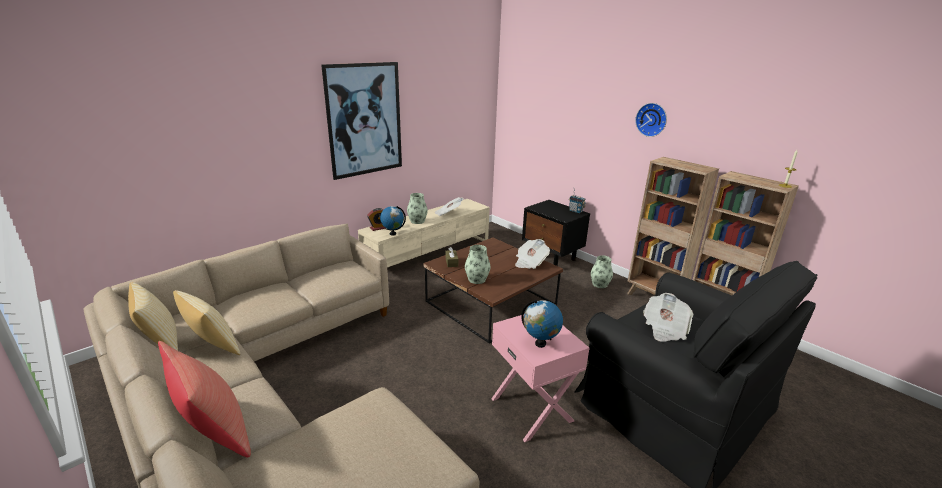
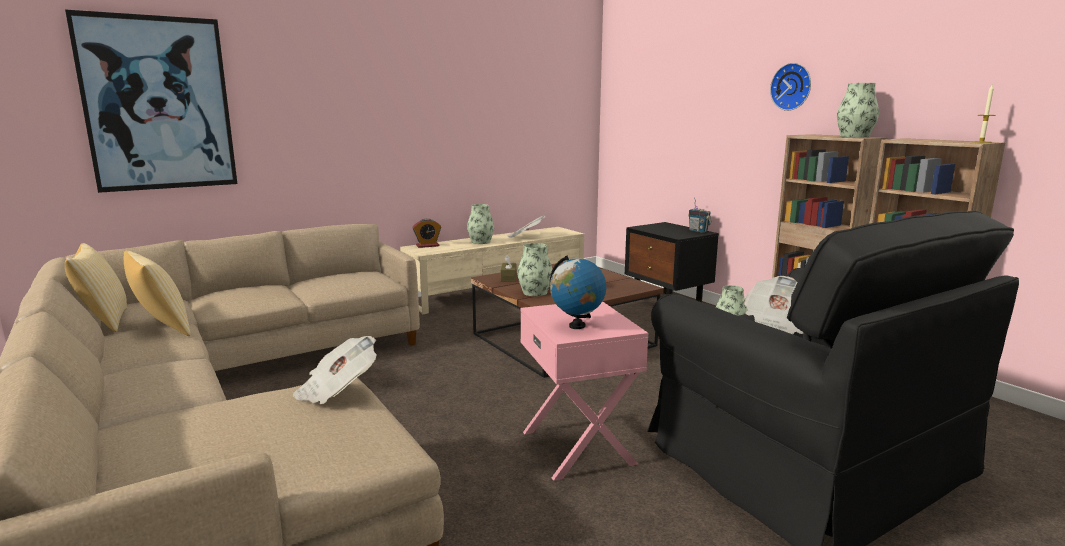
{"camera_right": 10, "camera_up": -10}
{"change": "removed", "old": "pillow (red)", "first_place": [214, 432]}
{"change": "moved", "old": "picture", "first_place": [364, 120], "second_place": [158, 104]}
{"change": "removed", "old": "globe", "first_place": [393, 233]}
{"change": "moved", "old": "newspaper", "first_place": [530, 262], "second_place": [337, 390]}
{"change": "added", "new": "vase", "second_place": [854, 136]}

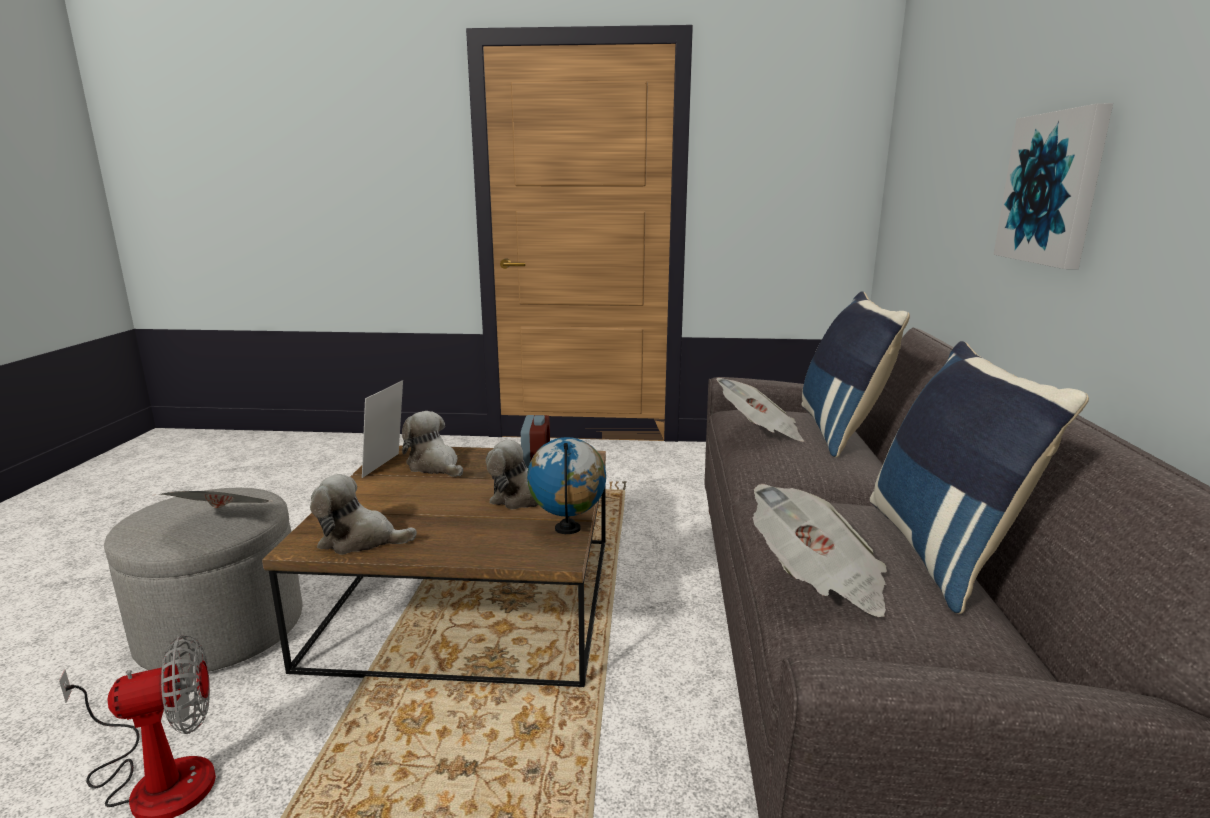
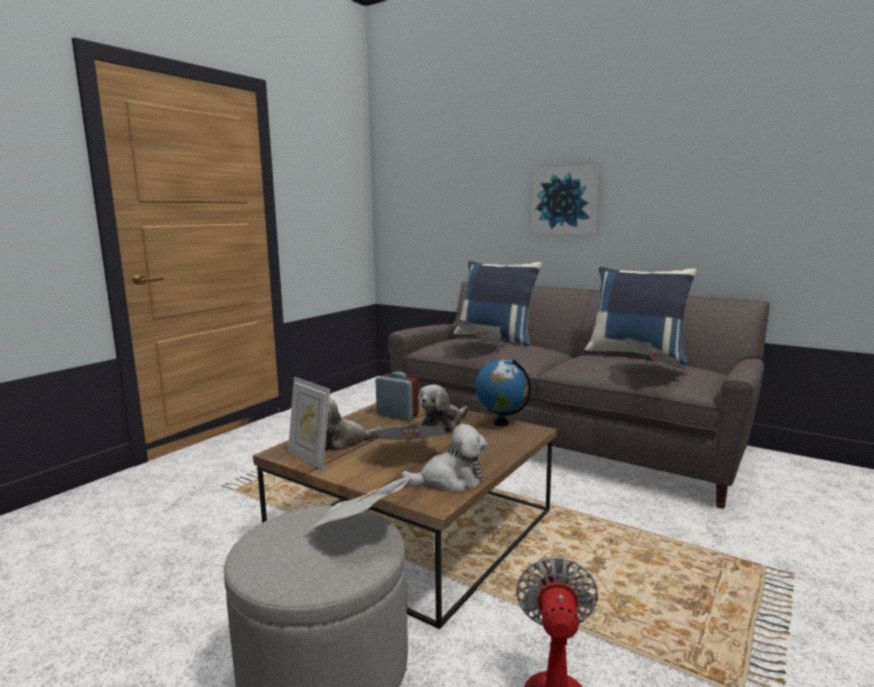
{"camera_right": -60, "camera_up": -5}
{"change": "turned", "old": "plush toy", "first_place": [360, 540], "second_place": [450, 480], "degrees": -135}
{"change": "added", "new": "newspaper", "second_place": [409, 454]}

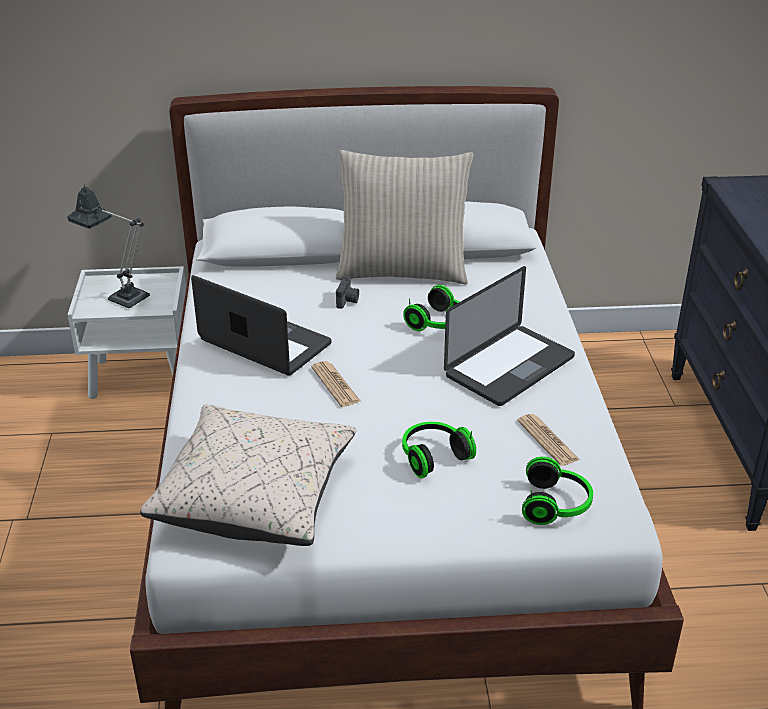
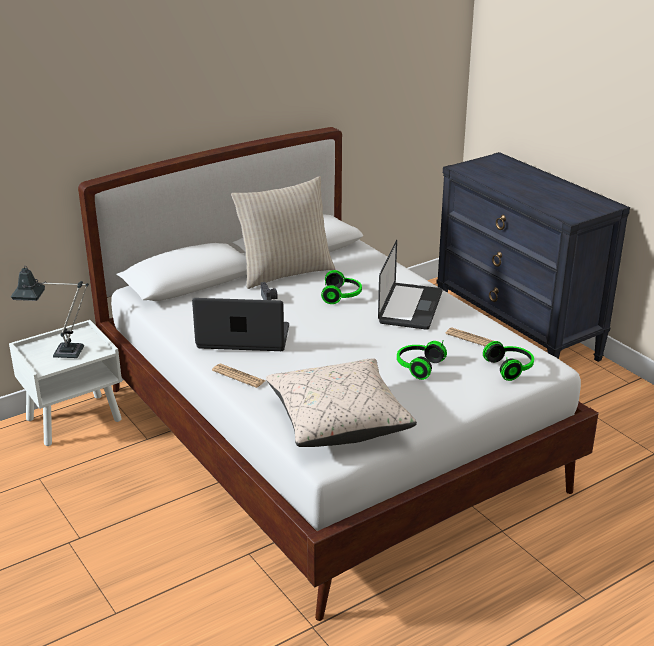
{"camera_right": -30, "camera_up": -5}
{"change": "moved", "old": "newspaper", "first_place": [335, 385], "second_place": [238, 376]}

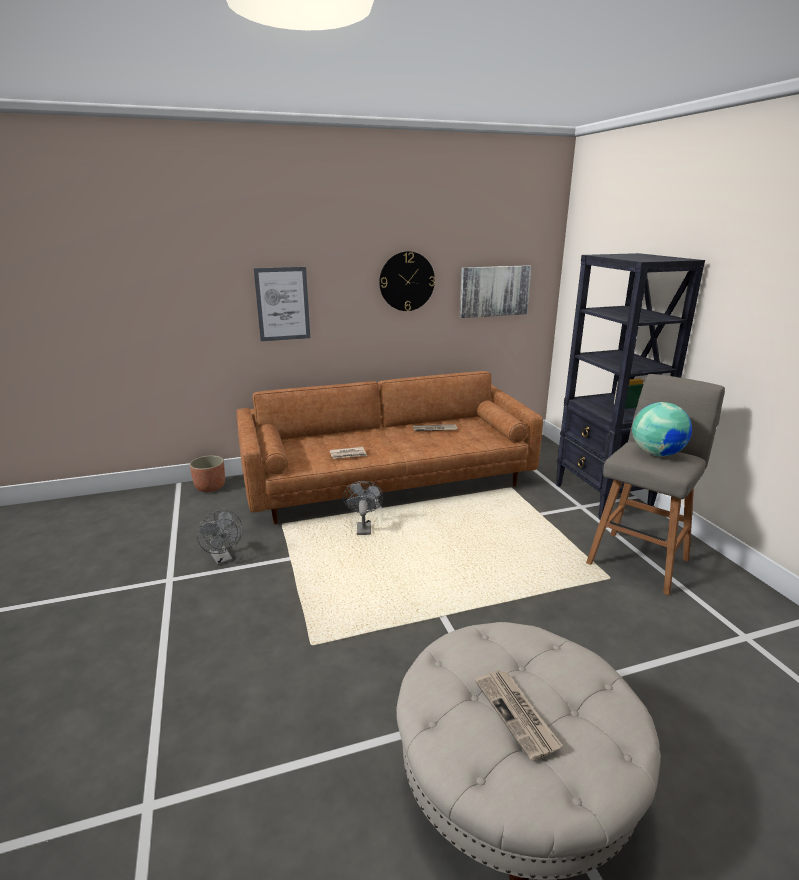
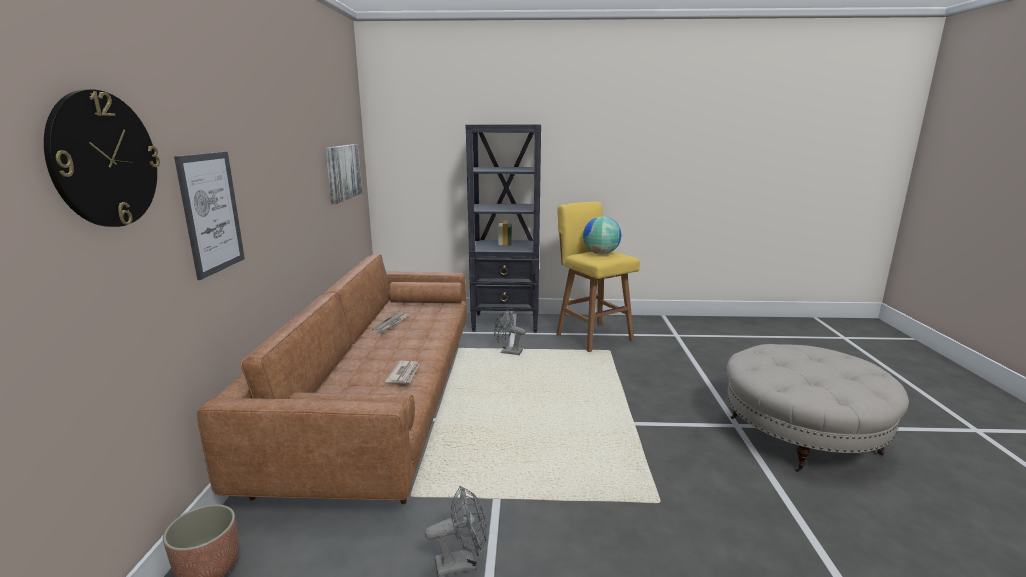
{"camera_right": -70, "camera_up": -5}
{"change": "moved", "old": "fan (grey)", "first_place": [363, 527], "second_place": [507, 352]}
{"change": "moved", "old": "wall clock", "first_place": [407, 281], "second_place": [104, 160]}
{"change": "removed", "old": "newspaper", "first_place": [517, 714]}
{"change": "recoloured", "old": "stool (grey)", "new": "stool (yellow)", "first_place": [639, 560], "second_place": [592, 336]}

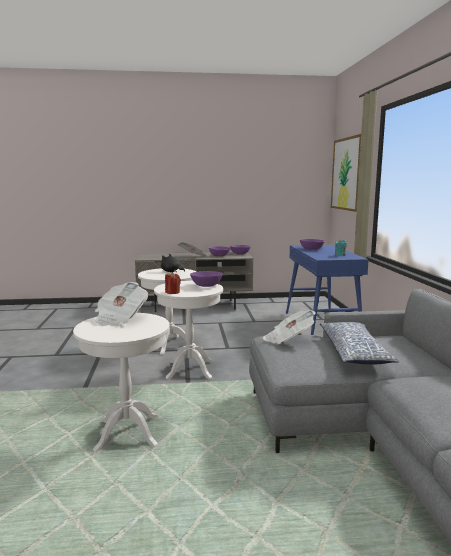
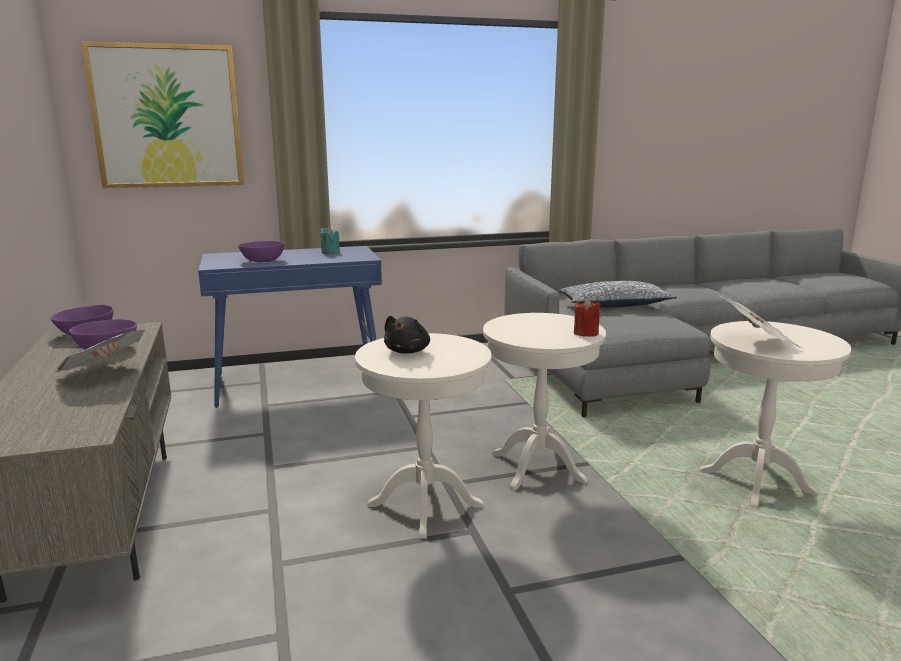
{"camera_right": -100, "camera_up": 5}
{"change": "removed", "old": "bowl (purple)", "first_place": [206, 285]}
{"change": "removed", "old": "newspaper", "first_place": [288, 340]}

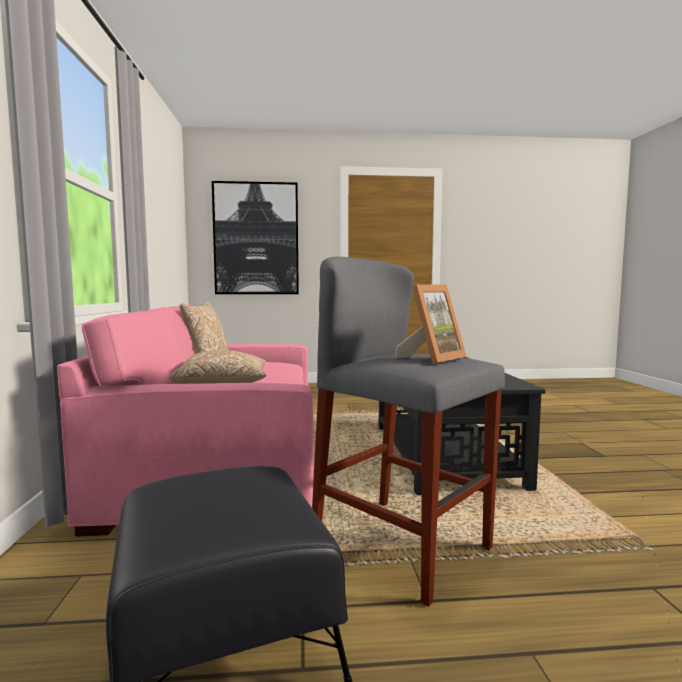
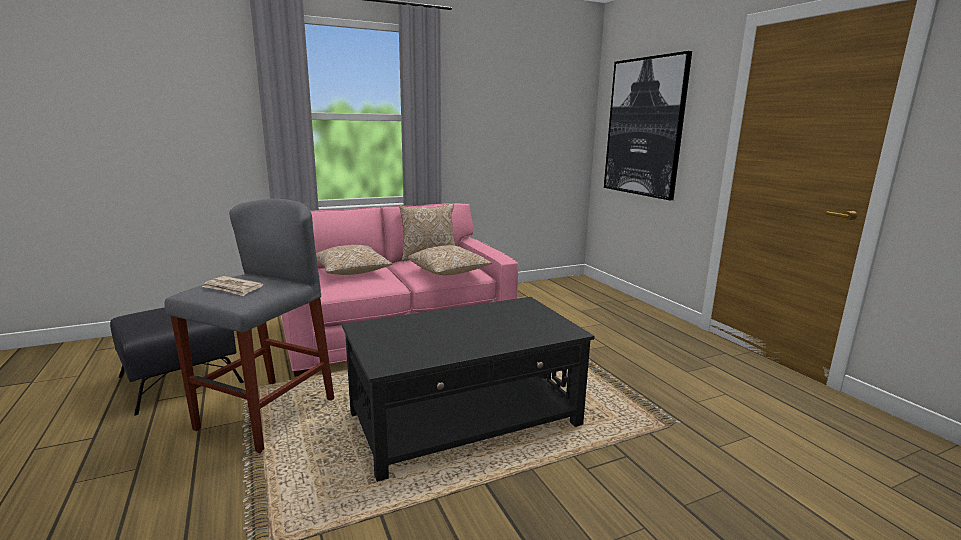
{"camera_right": 70, "camera_up": 10}
{"change": "replaced", "old": "picture frame", "new": "newspaper", "first_place": [432, 358], "second_place": [233, 288]}
{"change": "added", "new": "pillow", "second_place": [448, 272]}

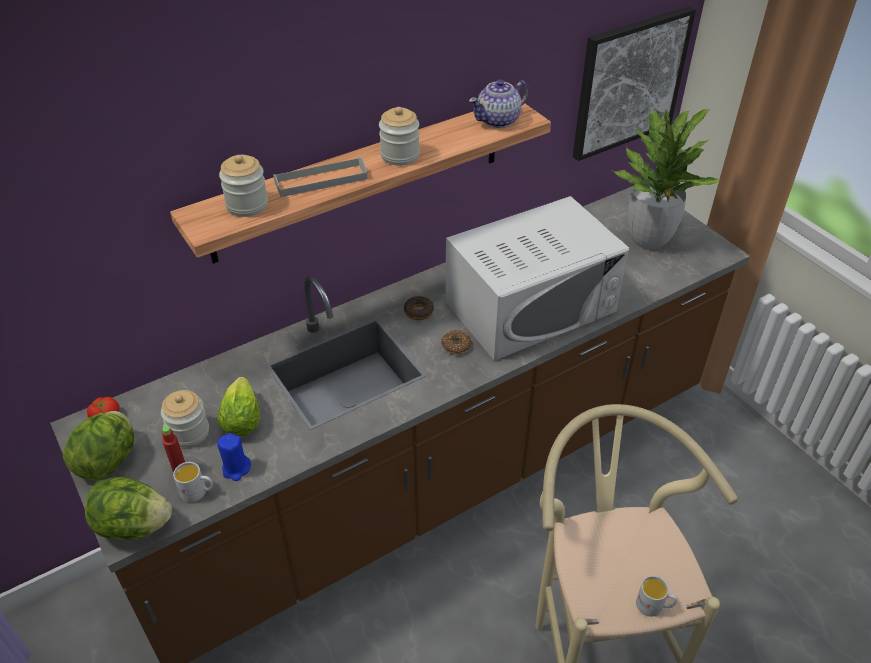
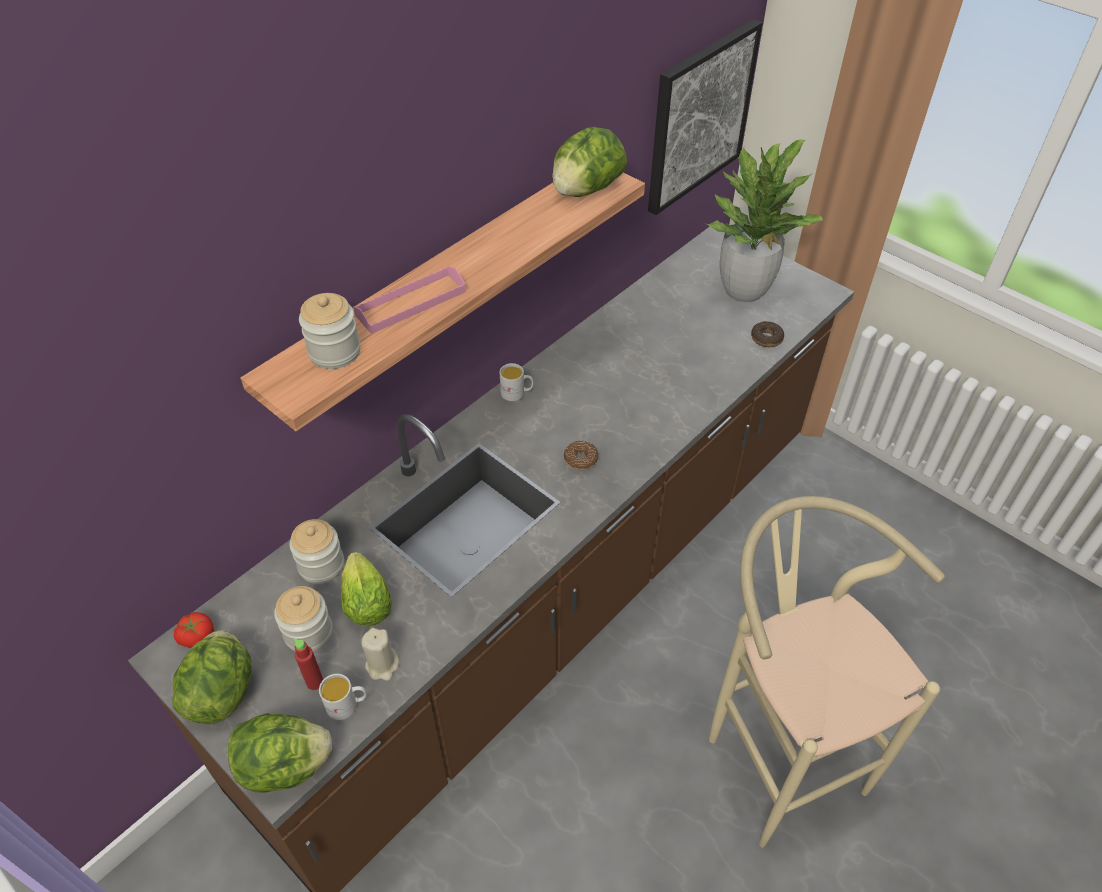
{"camera_right": -15, "camera_up": 5}
{"change": "recoloured", "old": "candle (blue)", "new": "candle (beige)", "first_place": [236, 469], "second_place": [382, 665]}
{"change": "recoloured", "old": "tray (grey)", "new": "tray (pink)", "first_place": [321, 180], "second_place": [411, 303]}
{"change": "moved", "old": "jar", "first_place": [400, 155], "second_place": [321, 565]}
{"change": "moved", "old": "donut", "first_place": [418, 312], "second_place": [766, 338]}
{"change": "removed", "old": "microwave (white)", "first_place": [531, 306]}
{"change": "replaced", "old": "teapot", "new": "lettuce", "first_place": [498, 120], "second_place": [586, 190]}
{"change": "moved", "old": "mug (white)", "first_place": [654, 606], "second_place": [517, 393]}

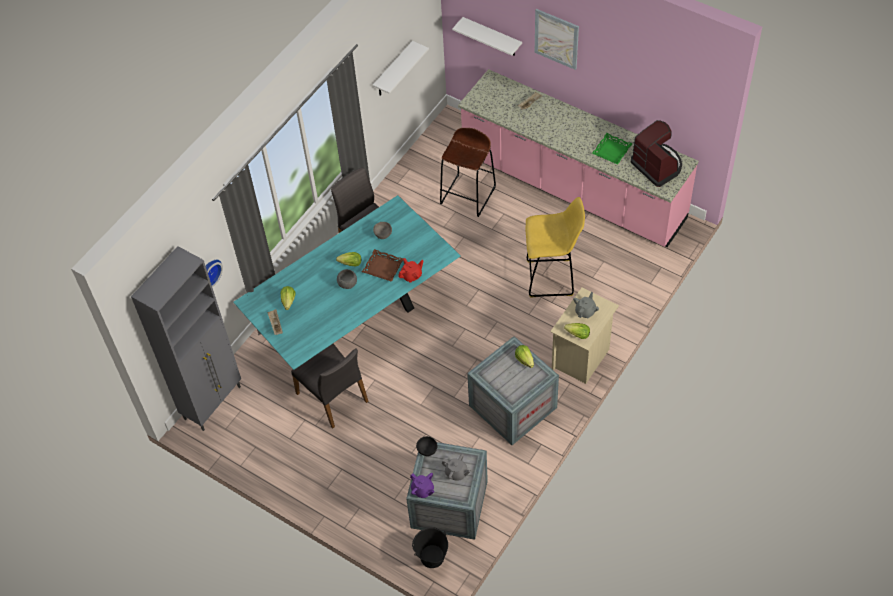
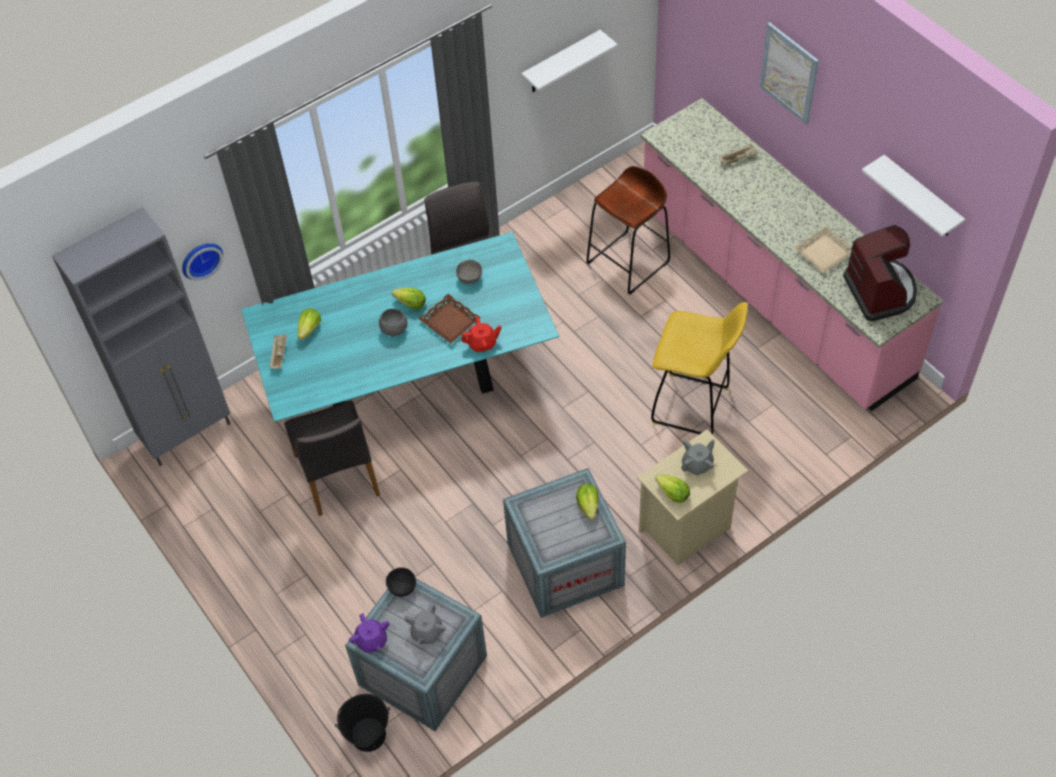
{"camera_right": 20, "camera_up": 0}
{"change": "turned", "old": "teapot (grey)", "first_place": [456, 473], "second_place": [426, 632], "degrees": 60}
{"change": "moved", "old": "shelf (white)", "first_place": [492, 37], "second_place": [920, 198]}
{"change": "recoloured", "old": "tray (green)", "new": "tray (beige)", "first_place": [611, 151], "second_place": [823, 252]}

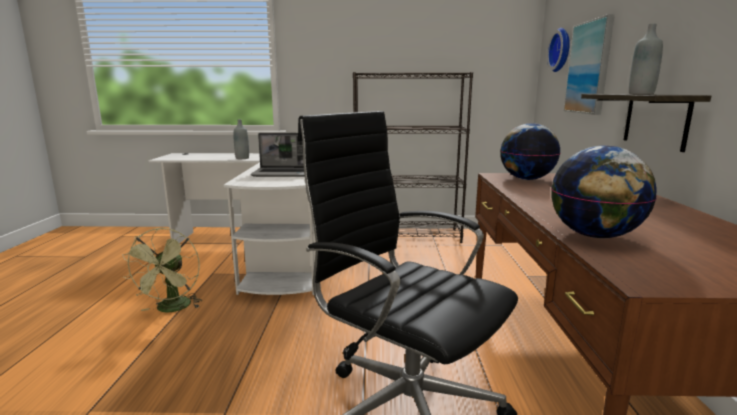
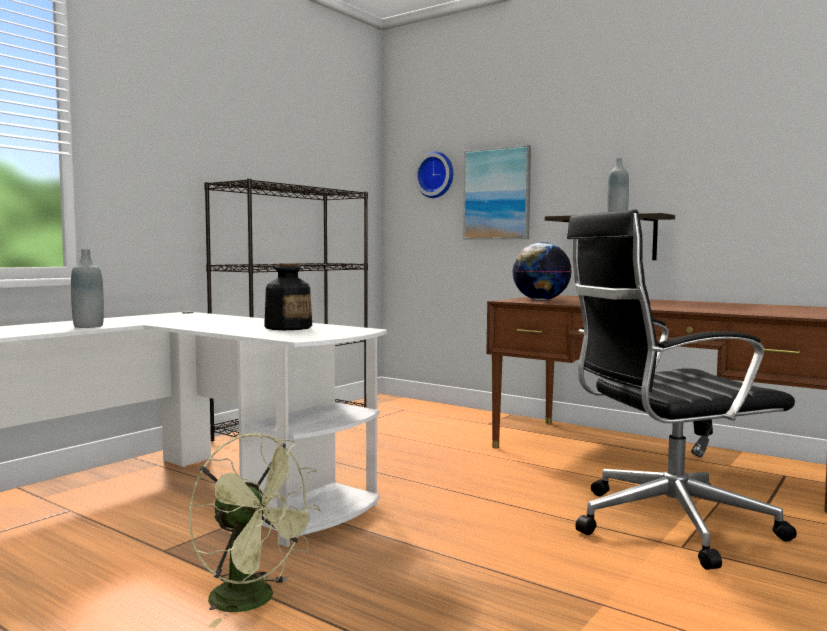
{"camera_right": -55, "camera_up": -10}
{"change": "replaced", "old": "laptop", "new": "bottle", "first_place": [283, 173], "second_place": [288, 327]}
{"change": "removed", "old": "globe", "first_place": [594, 236]}

